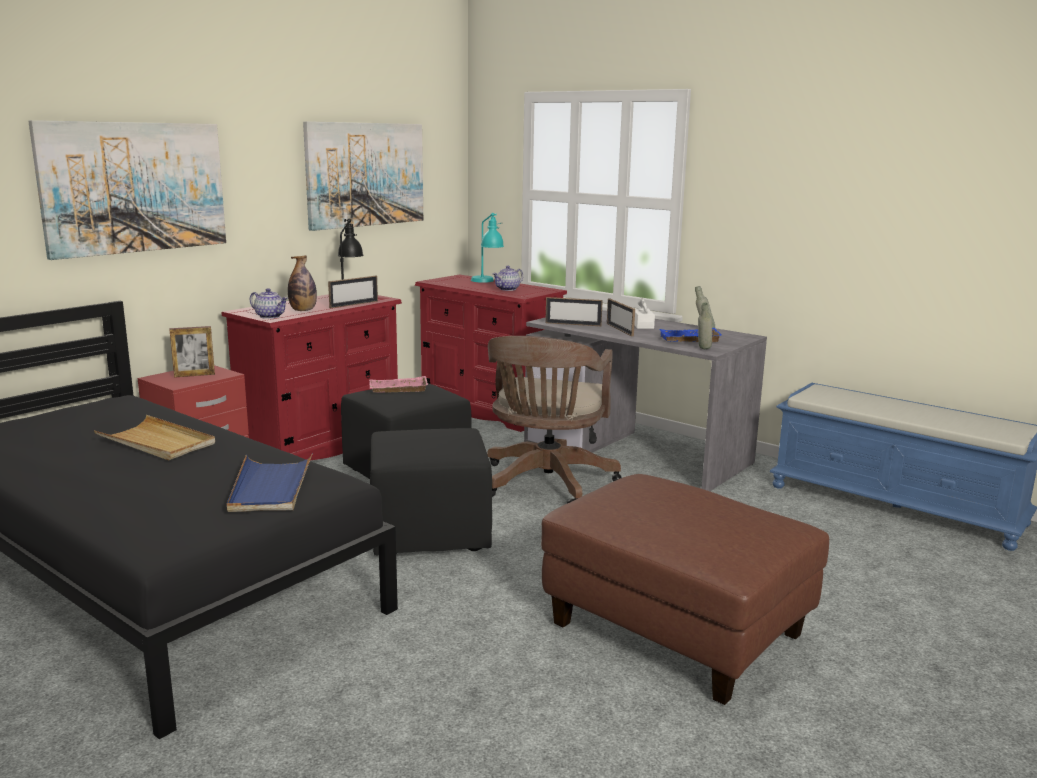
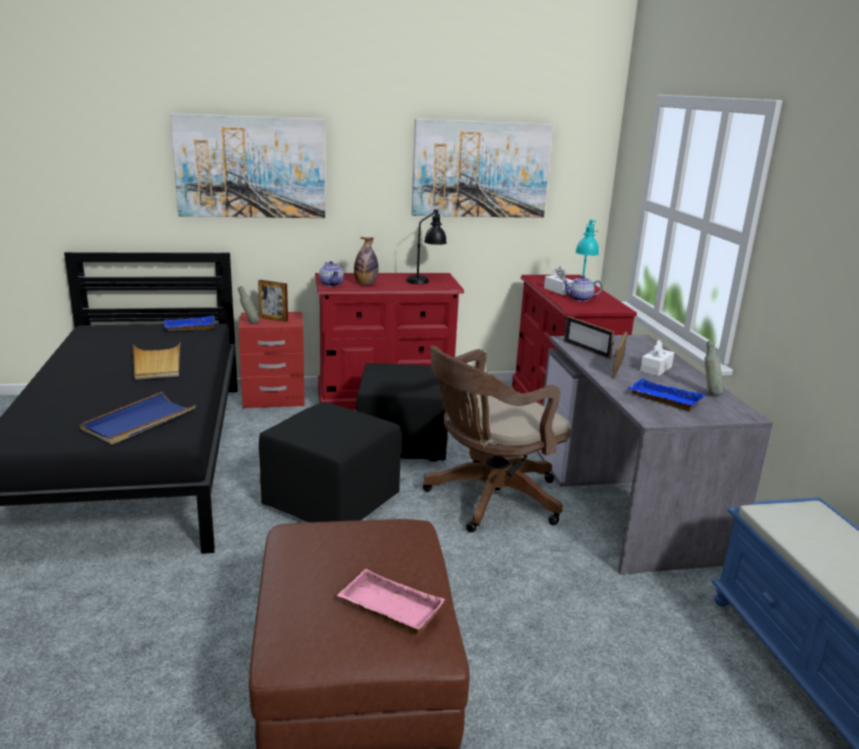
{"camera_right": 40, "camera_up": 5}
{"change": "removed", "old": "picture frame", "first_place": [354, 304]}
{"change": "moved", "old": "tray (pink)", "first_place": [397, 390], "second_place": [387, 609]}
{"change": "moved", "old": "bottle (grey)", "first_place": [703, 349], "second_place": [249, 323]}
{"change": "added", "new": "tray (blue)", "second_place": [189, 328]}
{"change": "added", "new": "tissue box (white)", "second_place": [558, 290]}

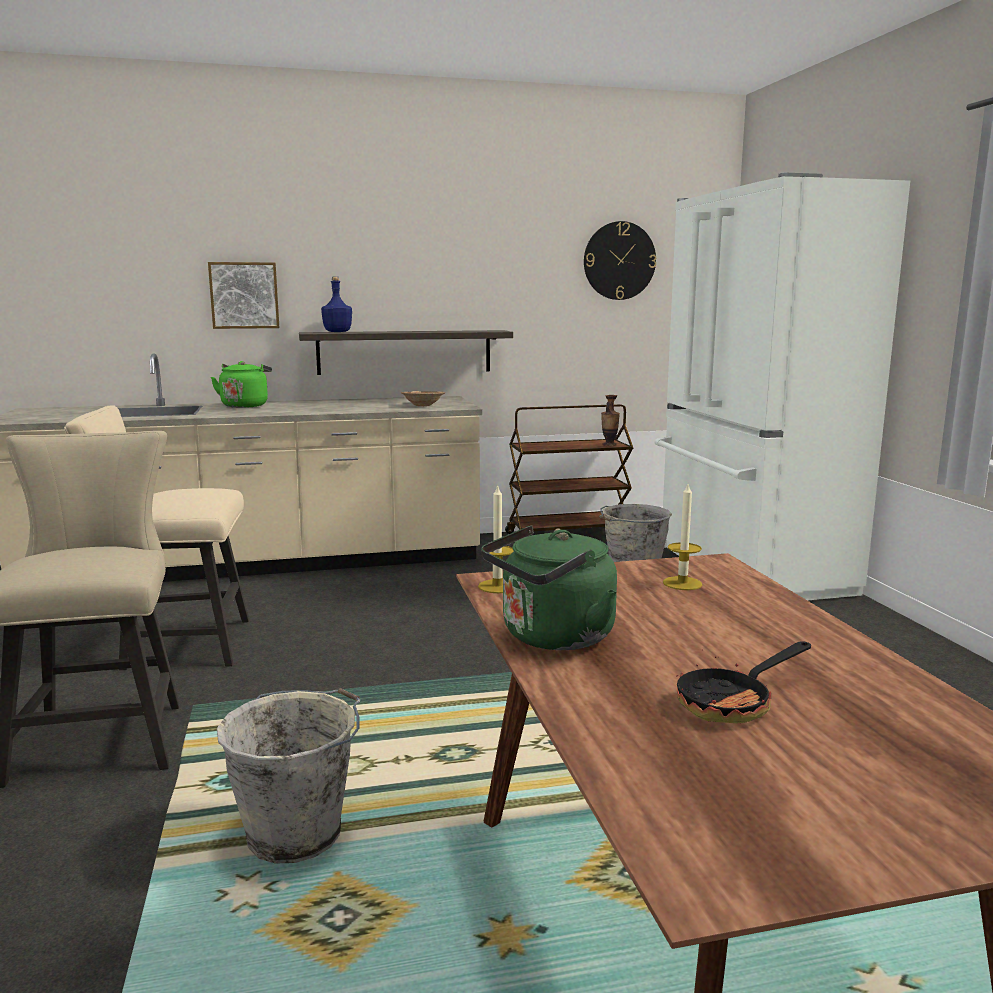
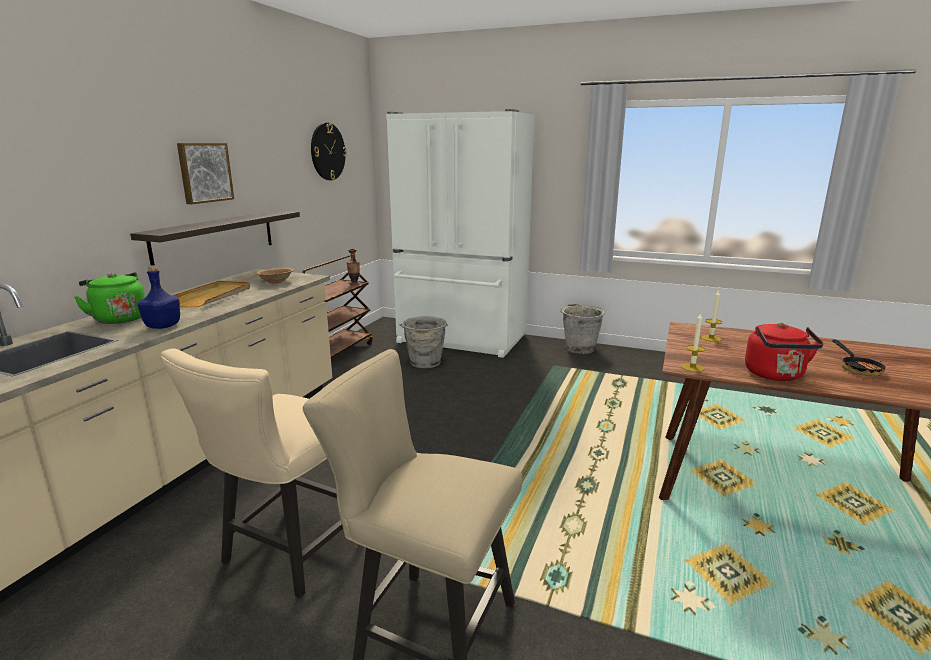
{"camera_right": -55, "camera_up": 5}
{"change": "moved", "old": "picture", "first_place": [244, 295], "second_place": [204, 172]}
{"change": "moved", "old": "bucket (grey)", "first_place": [298, 834], "second_place": [579, 348]}
{"change": "moved", "old": "bottle (blue)", "first_place": [337, 332], "second_place": [162, 326]}
{"change": "recoloured", "old": "kettle (green)", "new": "kettle (red)", "first_place": [552, 638], "second_place": [776, 375]}
{"change": "added", "new": "tray (beige)", "second_place": [212, 296]}

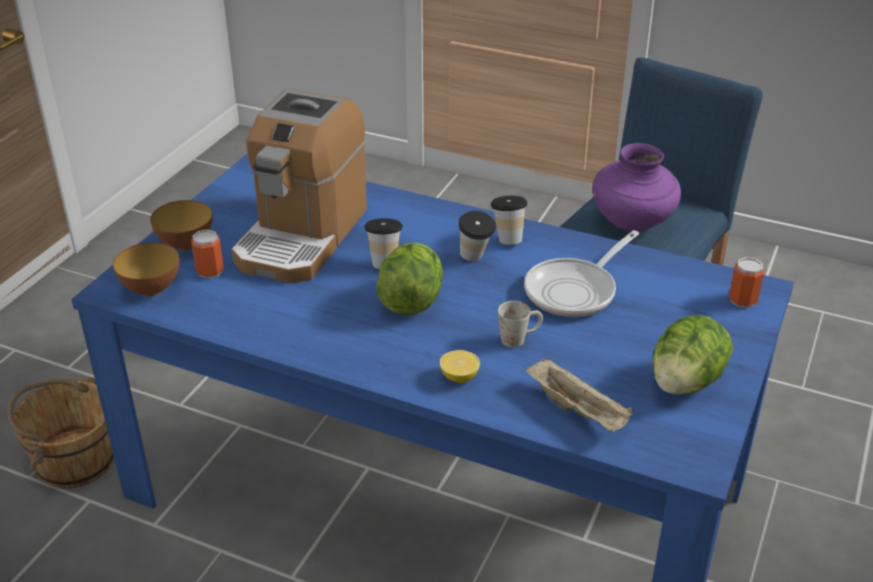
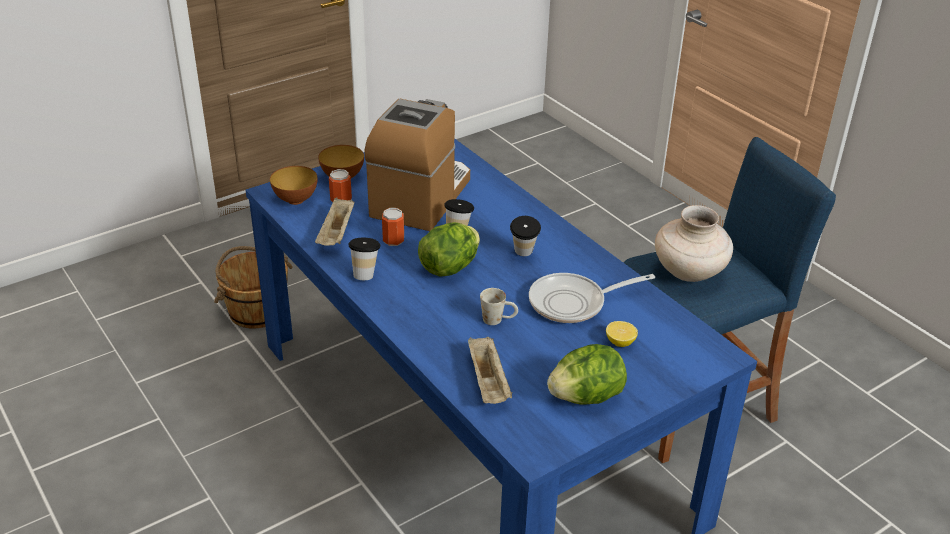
{"camera_right": 30, "camera_up": 0}
{"change": "turned", "old": "coffee machine", "first_place": [302, 236], "second_place": [421, 197], "degrees": 150}
{"change": "moved", "old": "lemon", "first_place": [459, 377], "second_place": [620, 342]}
{"change": "moved", "old": "cup", "first_place": [507, 238], "second_place": [365, 274]}
{"change": "recoloured", "old": "vase (purple)", "new": "vase (beige)", "first_place": [632, 222], "second_place": [689, 273]}
{"change": "moved", "old": "can", "first_place": [742, 300], "second_place": [393, 240]}
{"change": "added", "new": "tray (beige)", "second_place": [337, 234]}

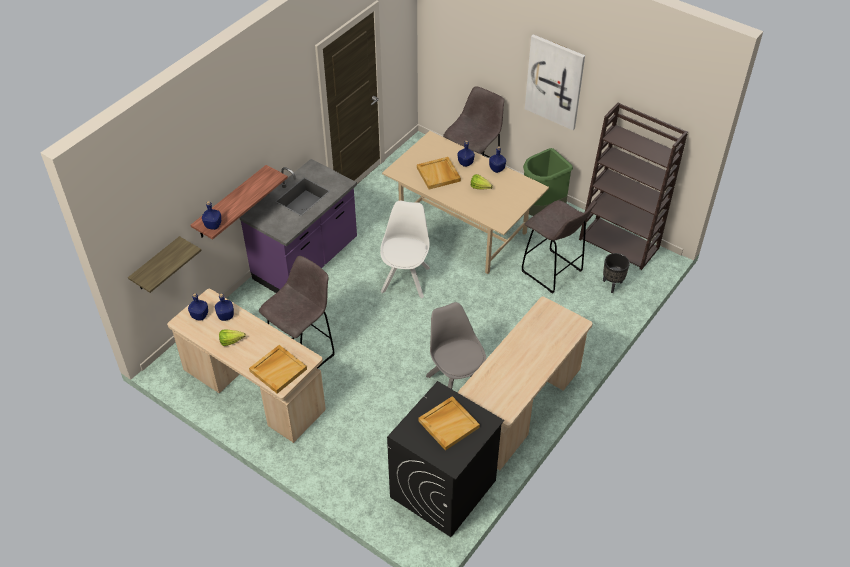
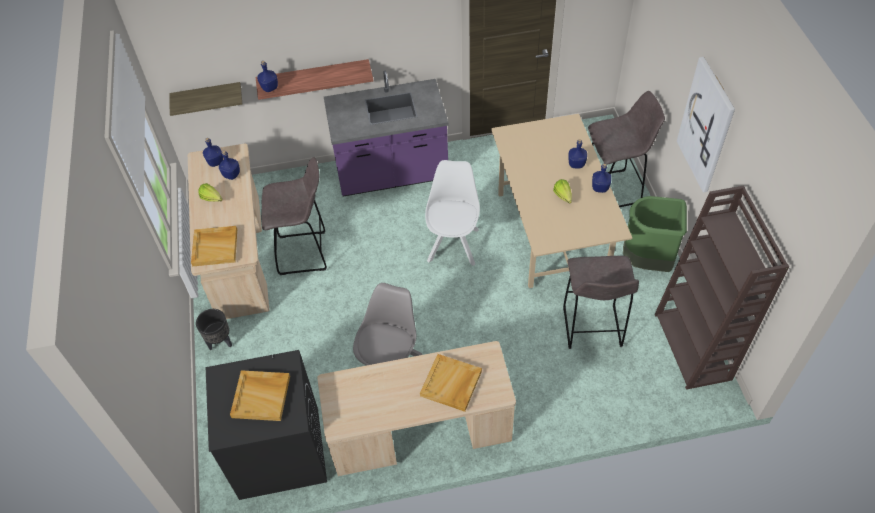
{"camera_right": 45, "camera_up": 5}
{"change": "turned", "old": "chair (white)", "first_place": [406, 278], "second_place": [453, 243], "degrees": -45}
{"change": "moved", "old": "tray (beige)", "first_place": [439, 174], "second_place": [451, 384]}
{"change": "moved", "old": "planter (black)", "first_place": [612, 285], "second_place": [220, 342]}

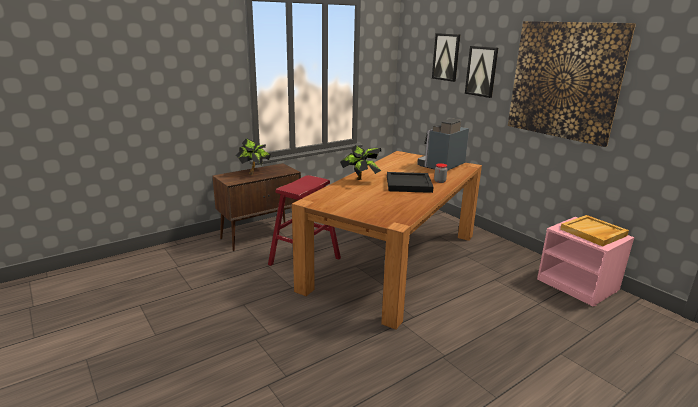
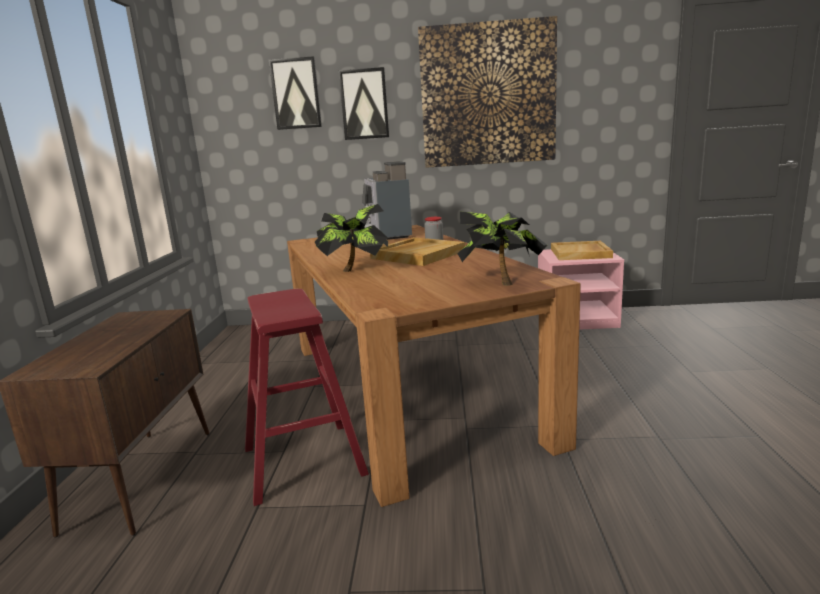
{"camera_right": -50, "camera_up": -5}
{"change": "moved", "old": "potted plant", "first_place": [254, 172], "second_place": [500, 282]}
{"change": "recoloured", "old": "tray (black)", "new": "tray (beige)", "first_place": [409, 184], "second_place": [418, 254]}

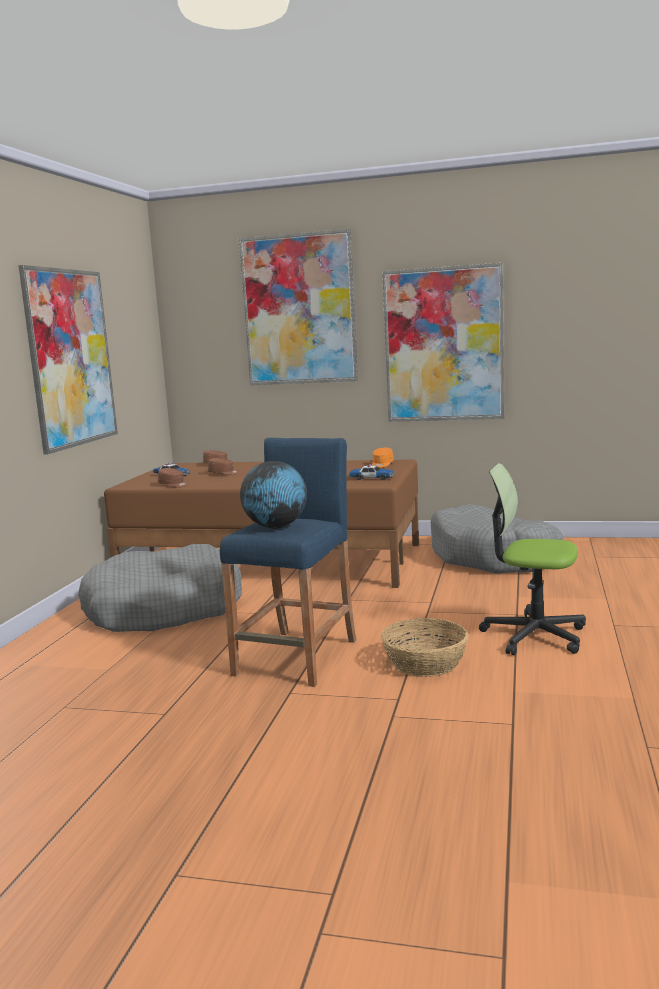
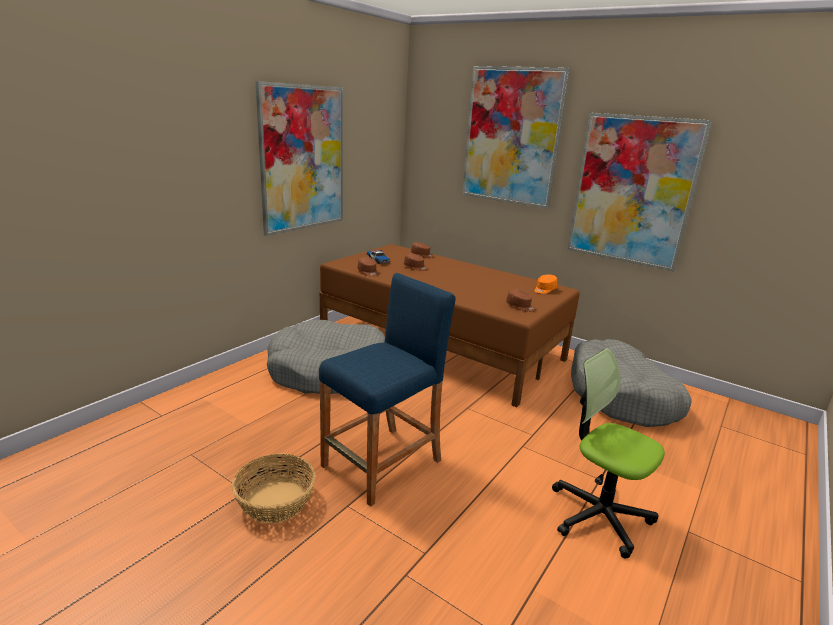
{"camera_right": 20, "camera_up": 10}
{"change": "removed", "old": "globe", "first_place": [275, 527]}
{"change": "replaced", "old": "toy car", "new": "cap (brown)", "first_place": [372, 478], "second_place": [520, 307]}
{"change": "moved", "old": "basket", "first_place": [426, 663], "second_place": [276, 501]}

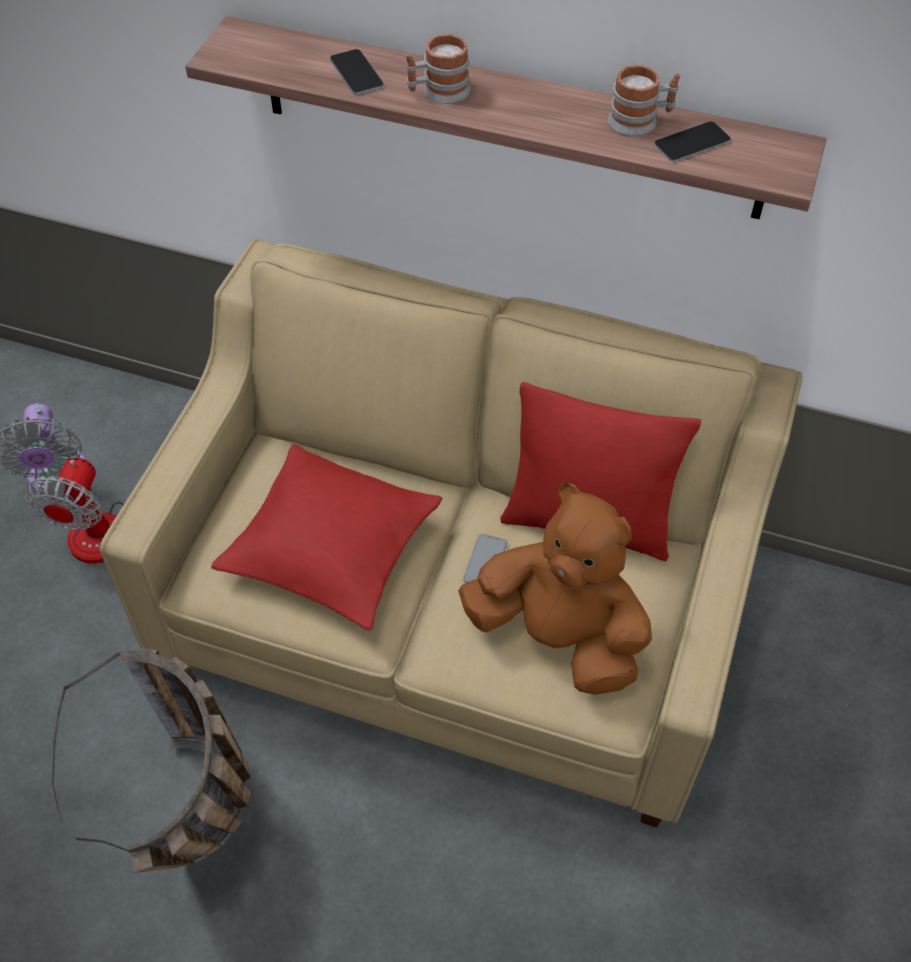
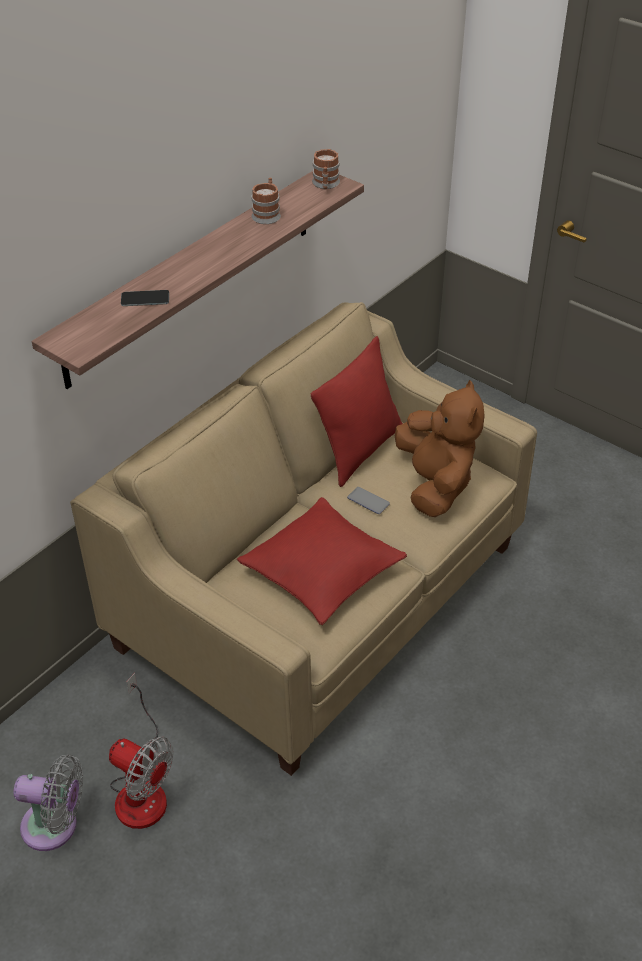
{"camera_right": -70, "camera_up": -10}
{"change": "removed", "old": "basket", "first_place": [201, 823]}
{"change": "moved", "old": "mug", "first_place": [438, 91], "second_place": [325, 185]}
{"change": "turned", "old": "plush toy (brown)", "first_place": [558, 636], "second_place": [435, 484], "degrees": 120}
{"change": "removed", "old": "phone", "first_place": [692, 142]}

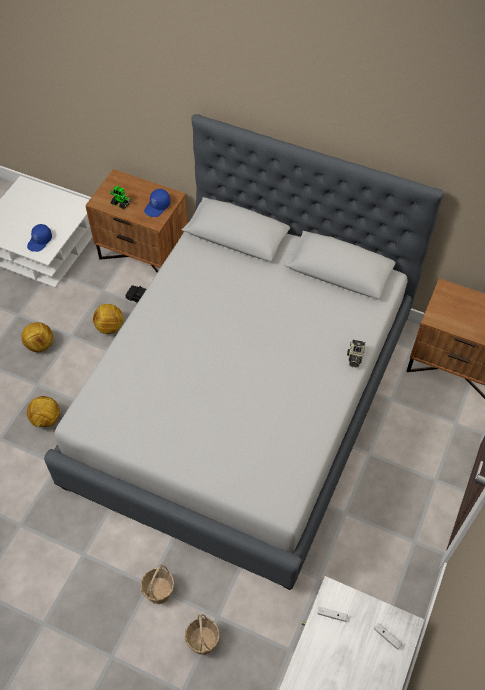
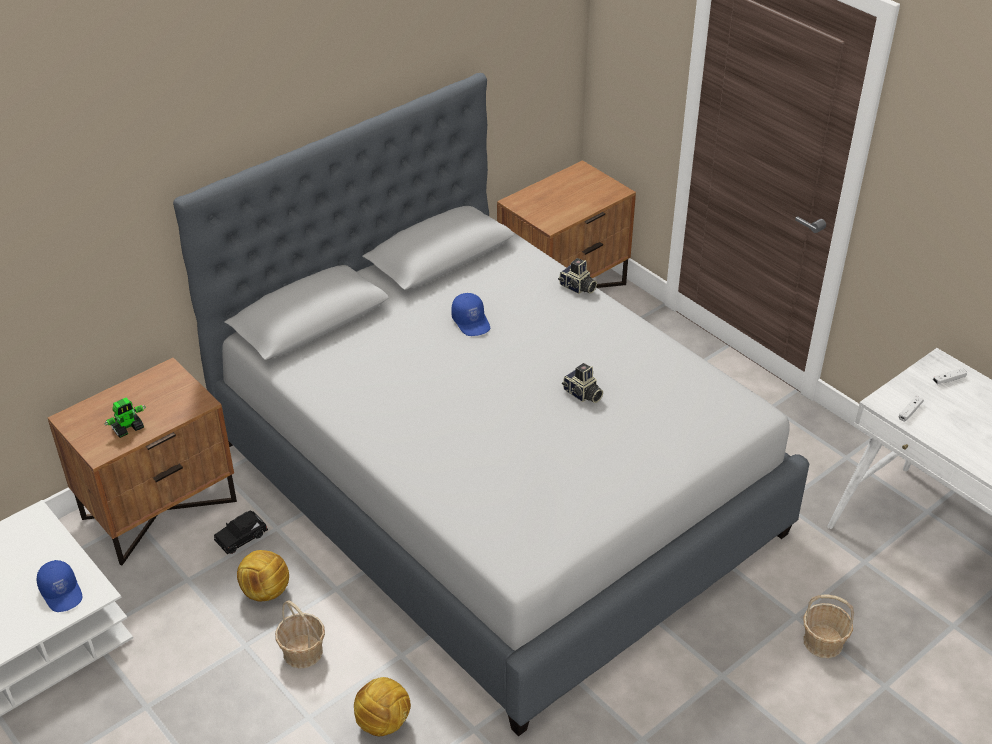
{"camera_right": -65, "camera_up": -15}
{"change": "removed", "old": "football", "first_place": [40, 345]}
{"change": "moved", "old": "basket", "first_place": [158, 590], "second_place": [303, 652]}
{"change": "moved", "old": "cap (blue)", "first_place": [157, 207], "second_place": [471, 322]}
{"change": "added", "new": "photo camera", "second_place": [582, 394]}

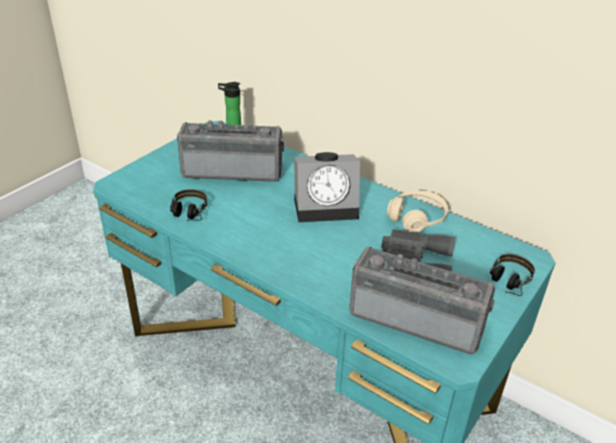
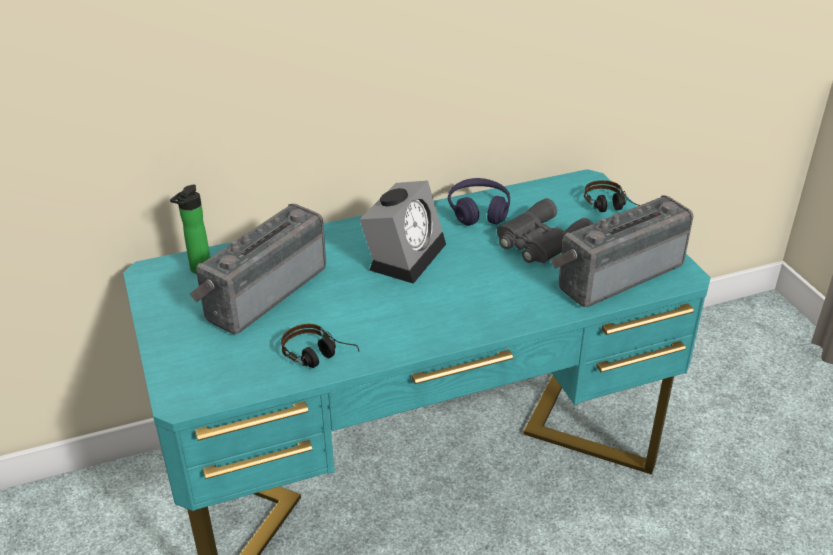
{"camera_right": -55, "camera_up": 0}
{"change": "recoloured", "old": "headphones (beige)", "new": "headphones (purple)", "first_place": [416, 218], "second_place": [479, 211]}

